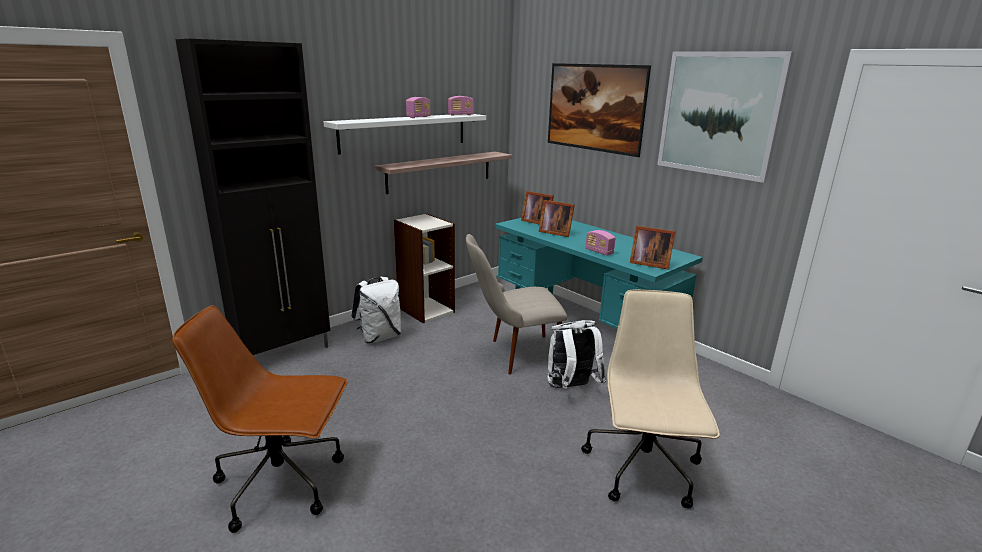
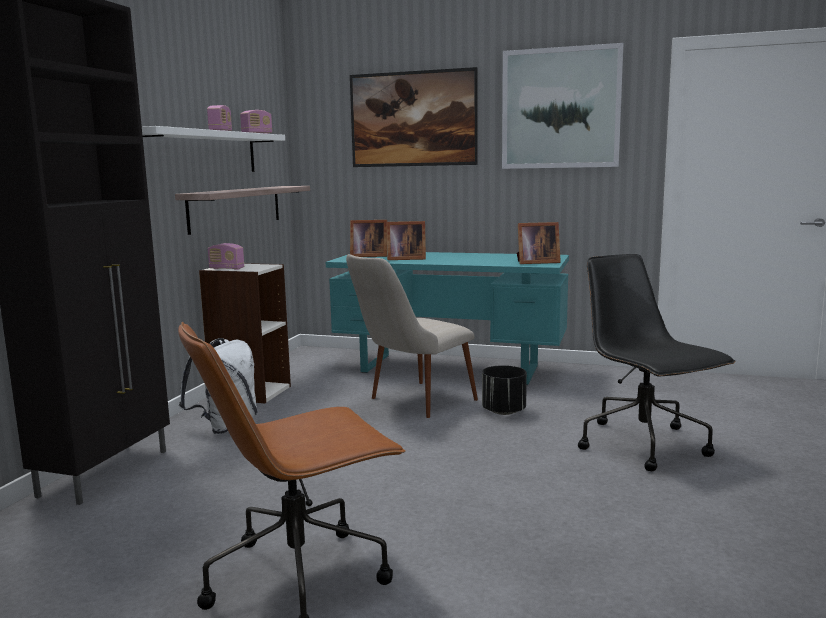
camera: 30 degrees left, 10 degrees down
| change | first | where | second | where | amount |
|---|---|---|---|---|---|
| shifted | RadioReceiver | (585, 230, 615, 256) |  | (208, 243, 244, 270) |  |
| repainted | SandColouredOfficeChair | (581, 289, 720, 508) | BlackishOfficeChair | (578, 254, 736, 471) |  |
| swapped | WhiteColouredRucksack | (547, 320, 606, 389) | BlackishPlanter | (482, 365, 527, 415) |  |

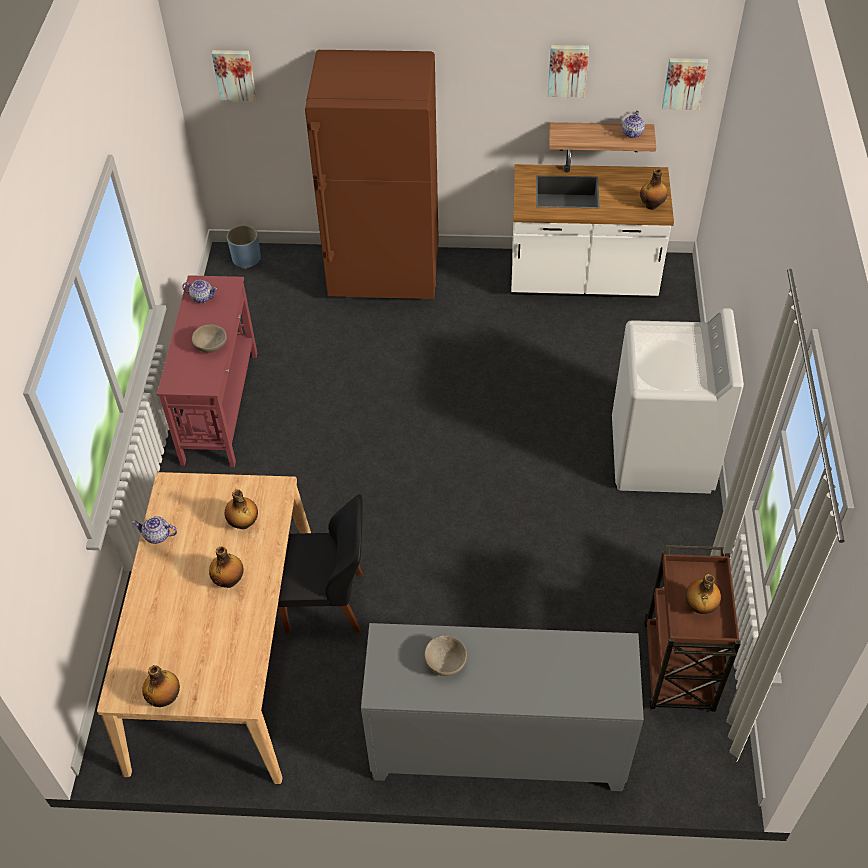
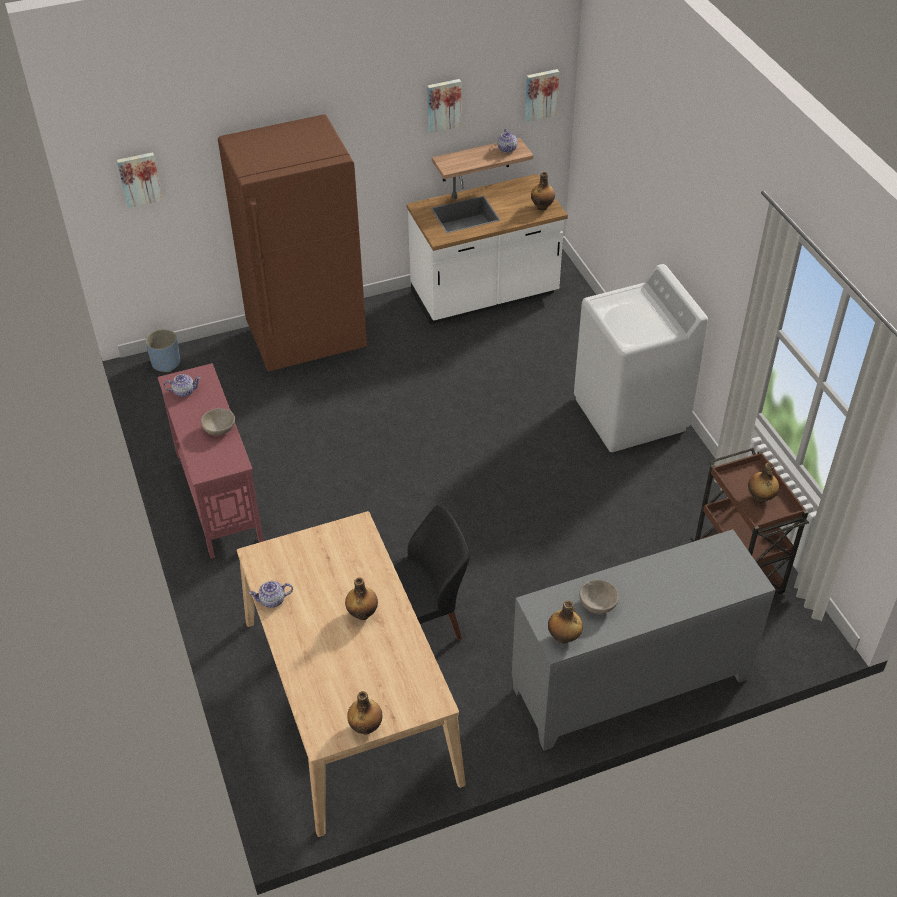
camera: 25 degrees left, 5 degrees down
| change | first | where | second | where | amount |
|---|---|---|---|---|---|
| shifted | BeverageBottle | (225, 489, 258, 529) |  | (548, 601, 583, 644) |  |

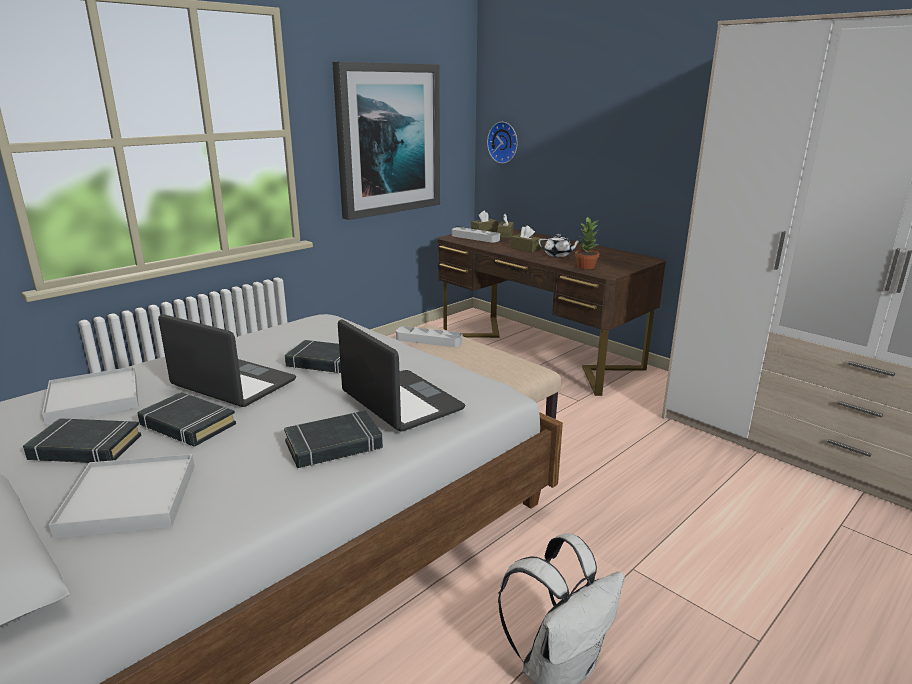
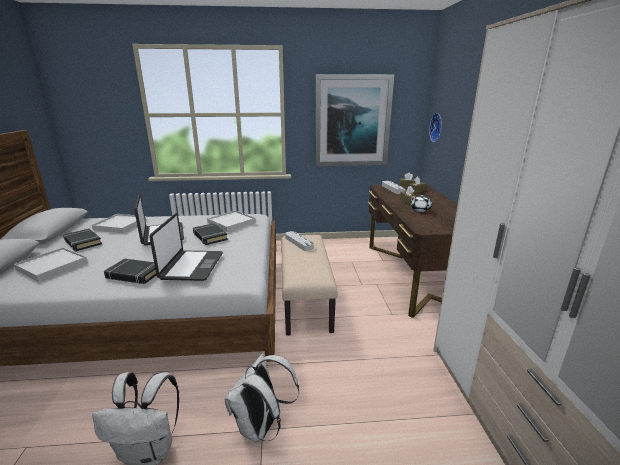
camera: 40 degrees right, 0 degrees up
| change | first | where | second | where | amount |
|---|---|---|---|---|---|
| gone | PlantInAPot | (575, 216, 600, 269) |  |  |  |
| gone | BlackishBook | (137, 392, 236, 447) |  |  |  |
| new |  |  | WhiteColouredCarryingTray | (207, 210, 256, 232) |  |
| new |  |  | WhiteColouredRucksack | (225, 353, 299, 442) |  |

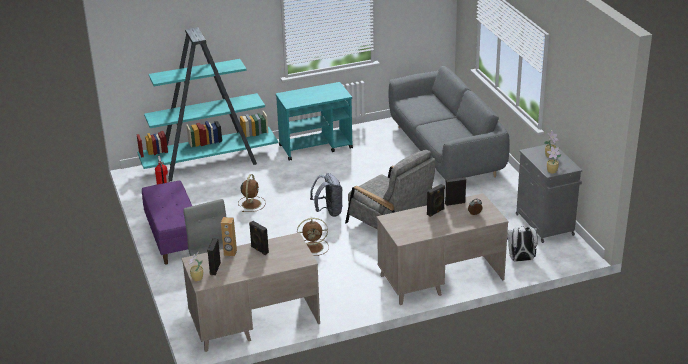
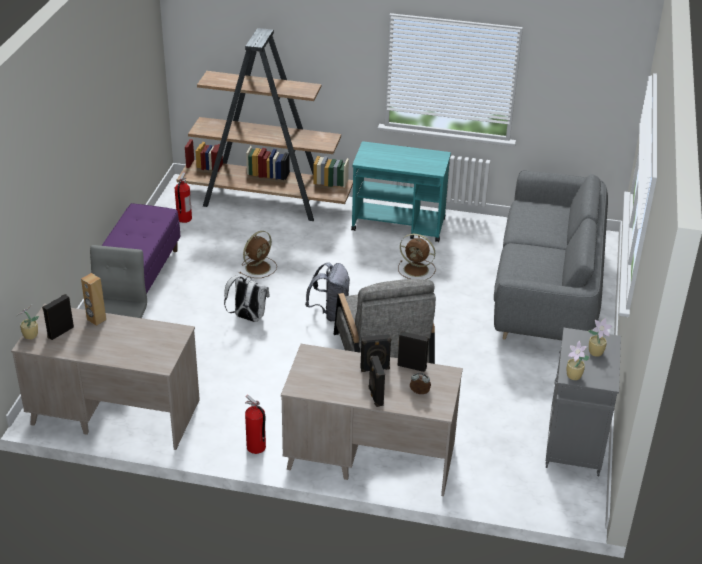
camera: 30 degrees right, 5 degrees up
| change | first | where | second | where | amount |
|---|---|---|---|---|---|
| repainted | BlueGreenBookshelf | (137, 27, 278, 182) | BrownBookshelf | (177, 28, 353, 221) |  |
| shifted | BrownCoolingFan | (297, 218, 329, 256) |  | (398, 234, 436, 279) |  |
| shifted | BlackishSpeaker | (249, 221, 269, 255) |  | (369, 356, 385, 407) |  |
| shifted | WhiteColouredRucksack | (507, 226, 538, 262) |  | (224, 275, 270, 322) |  |
| new |  |  | Extinguisher | (245, 395, 266, 454) |  |

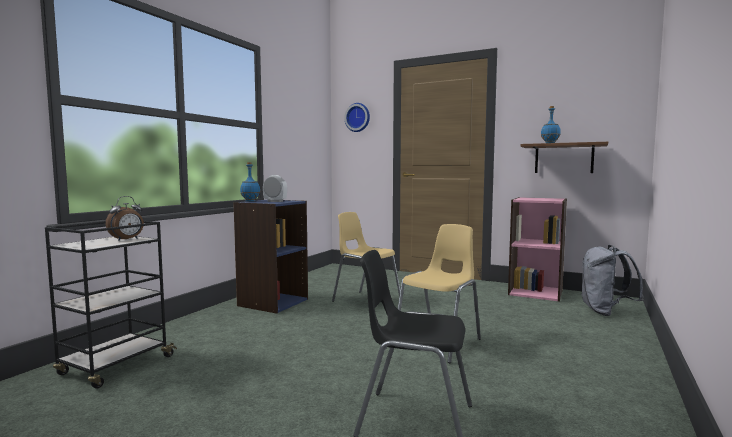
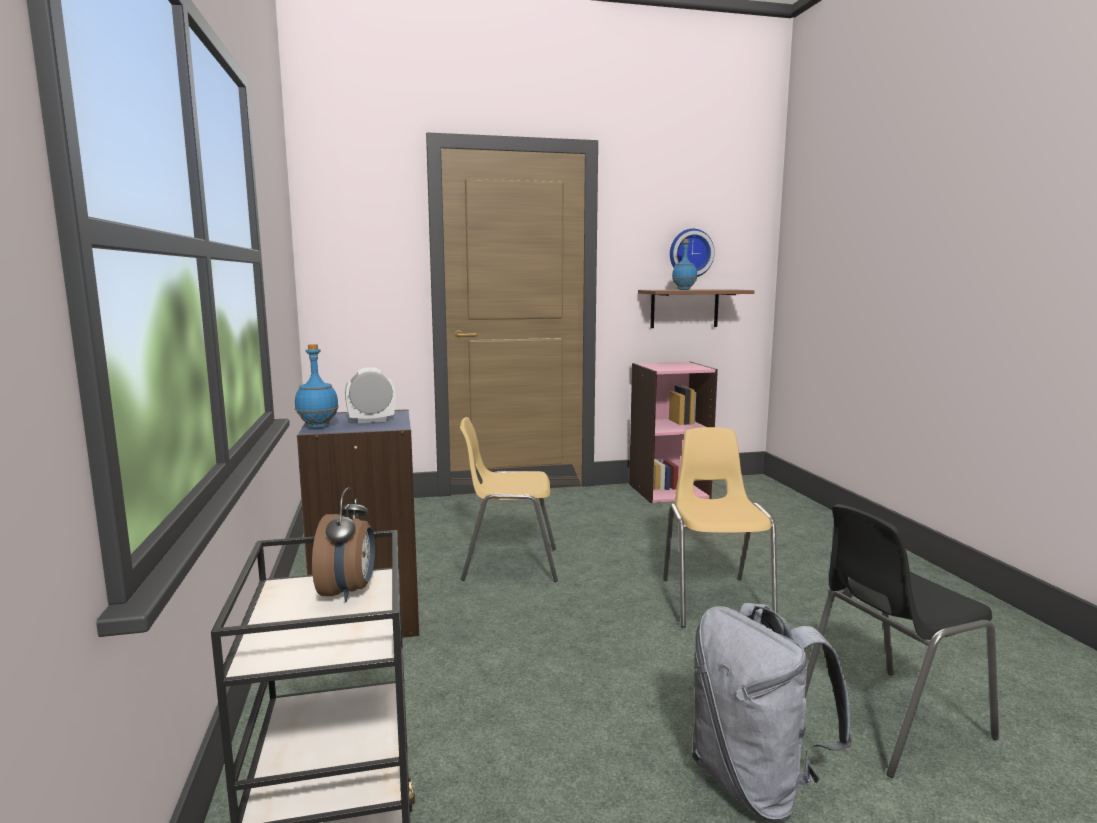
camera: 40 degrees left, 5 degrees up
| change | first | where | second | where | amount |
|---|---|---|---|---|---|
| shifted | ClockOnTheWall | (344, 103, 370, 132) |  | (670, 229, 715, 277) |  |
| shifted | GreyishRucksack | (581, 245, 644, 316) |  | (692, 602, 853, 822) |  |

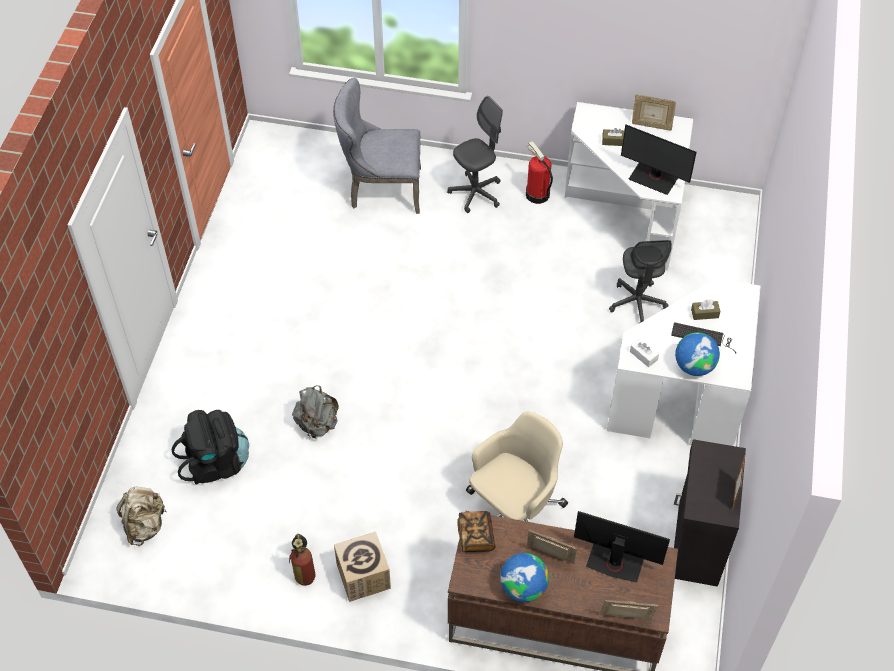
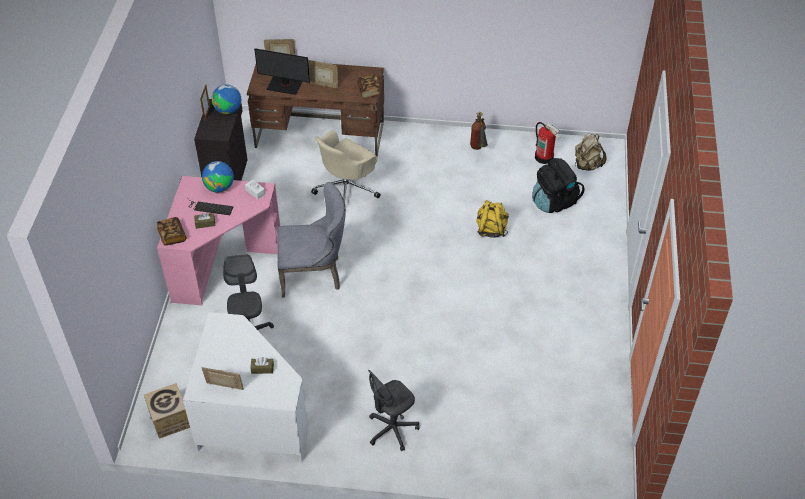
camera: 175 degrees right, 5 degrees down
| change | first | where | second | where | amount |
|---|---|---|---|---|---|
| shifted | GreyishPlainChair | (333, 78, 421, 214) |  | (277, 182, 346, 298) |  |
| gone | Monitor | (621, 125, 697, 195) |  |  |  |
| shifted | Extinguisher | (526, 141, 553, 204) |  | (535, 122, 560, 164) |  |
| repainted | WhiteColouredDeskTable | (607, 279, 761, 446) | PinkishDeskTable | (157, 176, 280, 305) |  |
| repainted | GreyishRucksack | (292, 385, 339, 439) | YellowishRucksack | (476, 200, 509, 238) |  |
| shifted | CardboardBox | (334, 532, 391, 602) |  | (144, 383, 190, 439) |  |
| shifted | WorldGlobe | (500, 553, 549, 602) |  | (212, 84, 241, 114) |  |
| new |  |  | Book | (157, 217, 186, 246) |  |

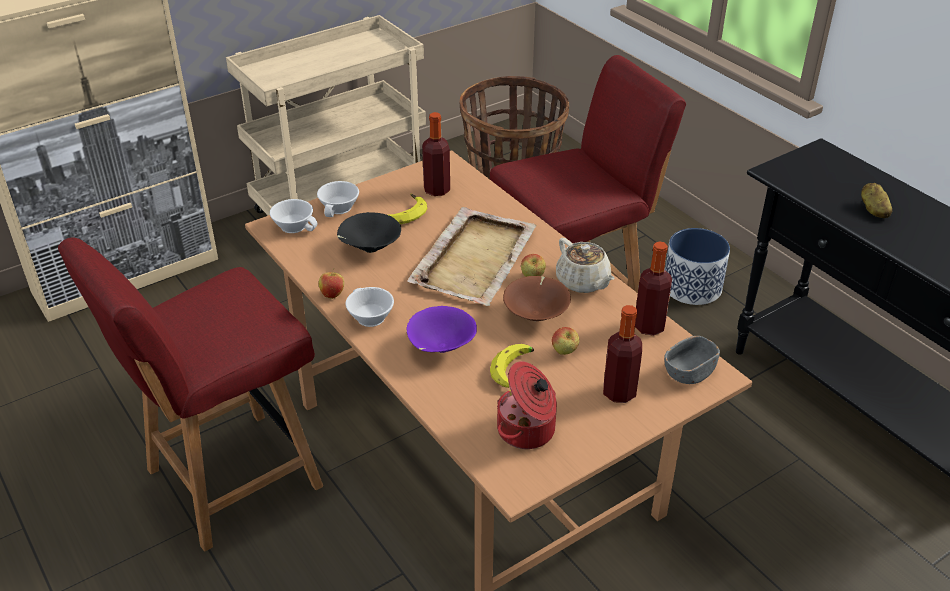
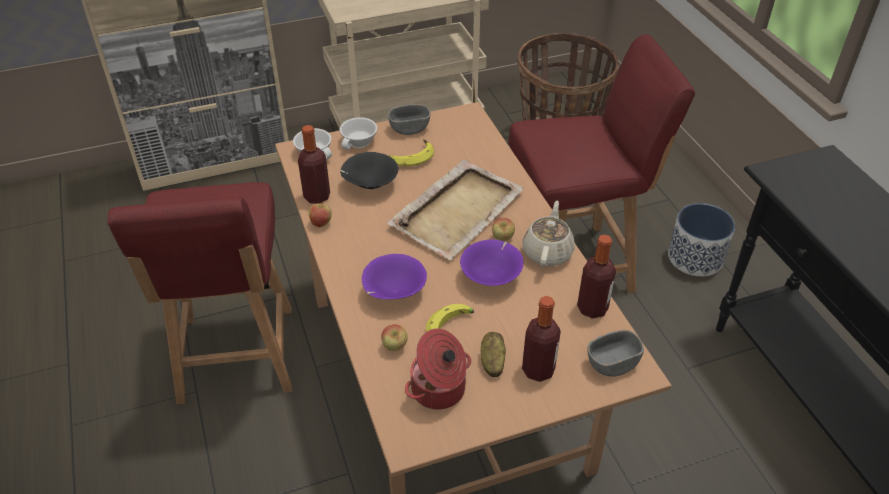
camera: 15 degrees right, 5 degrees up
| change | first | where | second | where | amount |
|---|---|---|---|---|---|
| shifted | BeverageBottle | (422, 112, 450, 196) |  | (298, 125, 330, 204) |  |
| shifted | WholePotato | (861, 183, 892, 218) |  | (481, 332, 506, 377) |  |
| rotated | RedColouredPlainChair | (58, 238, 323, 551) |  | (108, 182, 292, 405) | 75 degrees counterclockwise |
| rotated | SandColouredTeapot | (556, 238, 615, 293) |  | (522, 201, 575, 267) | 150 degrees counterclockwise |
| repainted | BrownBowl | (503, 276, 571, 321) | PurpleColouredBowl | (460, 239, 524, 286) |  |
| gone | WhiteColouredDrinkingCup | (345, 287, 394, 327) |  |  |  |
| shifted | WholeApple | (552, 327, 579, 355) |  | (381, 324, 408, 351) |  |
| new |  |  | GreyishBowl | (388, 104, 430, 135) |  |

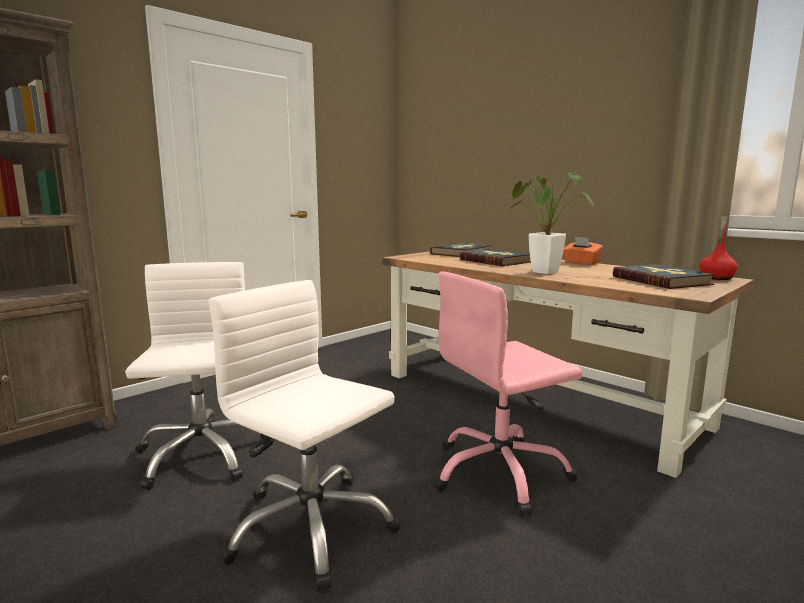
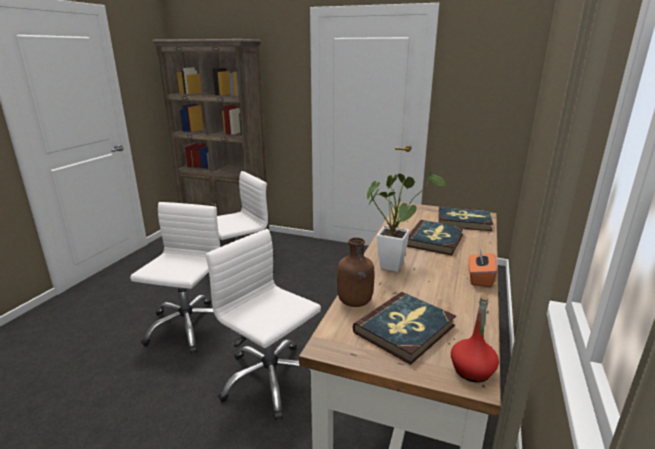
camera: 65 degrees right, 10 degrees up
| change | first | where | second | where | amount |
|---|---|---|---|---|---|
| repainted | PinkishOfficeChair | (434, 272, 582, 516) | WhiteColouredOfficeChair | (206, 229, 321, 420) |  |
| new |  |  | BrownBeverageBottle | (337, 237, 374, 307) |  |

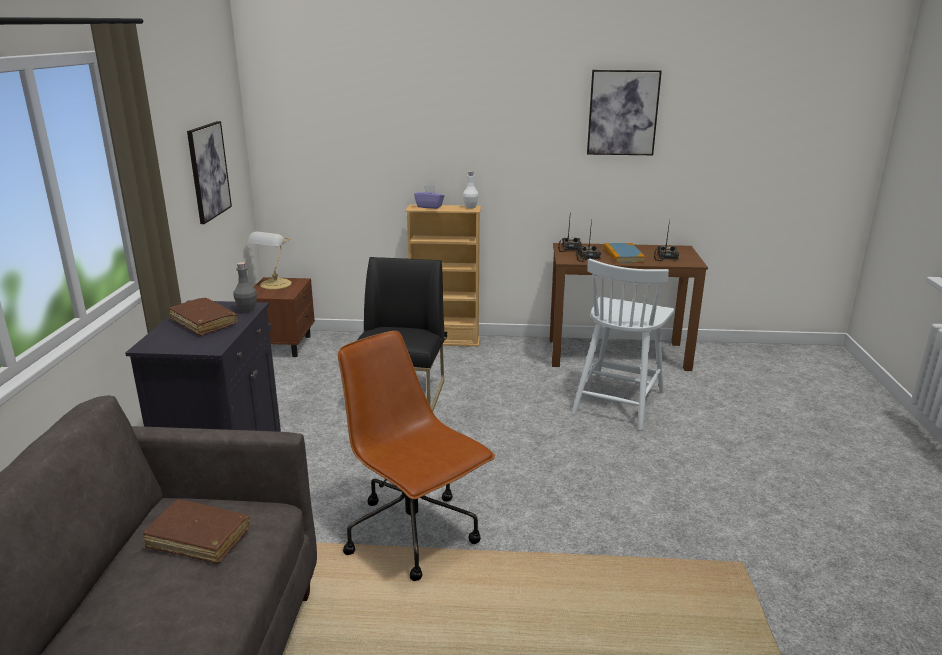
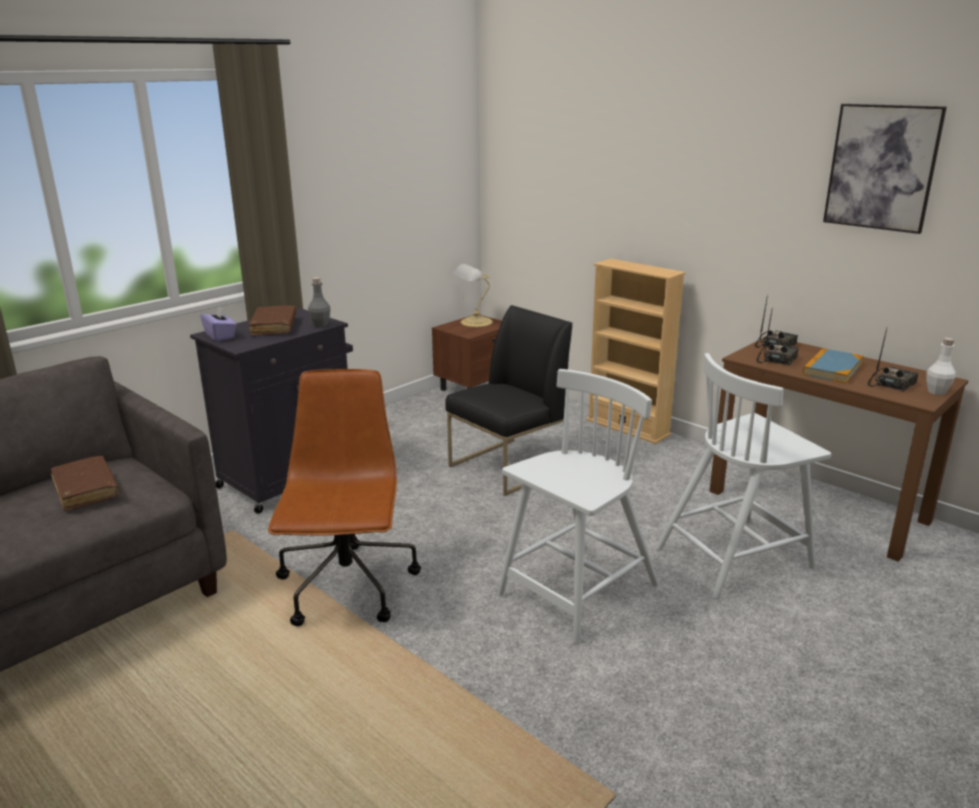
camera: 40 degrees right, 0 degrees up
| change | first | where | second | where | amount |
|---|---|---|---|---|---|
| gone | WallArt | (187, 121, 232, 224) |  |  |  |
| shifted | WhiteColouredBeverageBottle | (463, 171, 479, 209) |  | (926, 338, 956, 395) |  |
| shifted | PurpleColouredBoxOfTissues | (414, 185, 444, 209) |  | (200, 305, 236, 341) |  |
| new |  |  | WhiteColouredPlainChair | (497, 369, 659, 644) |  |

